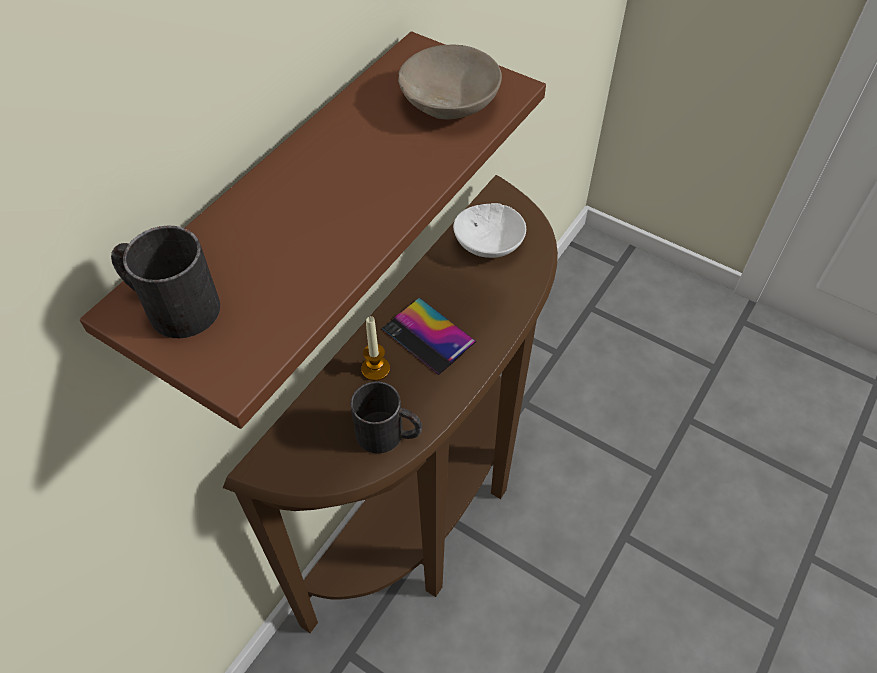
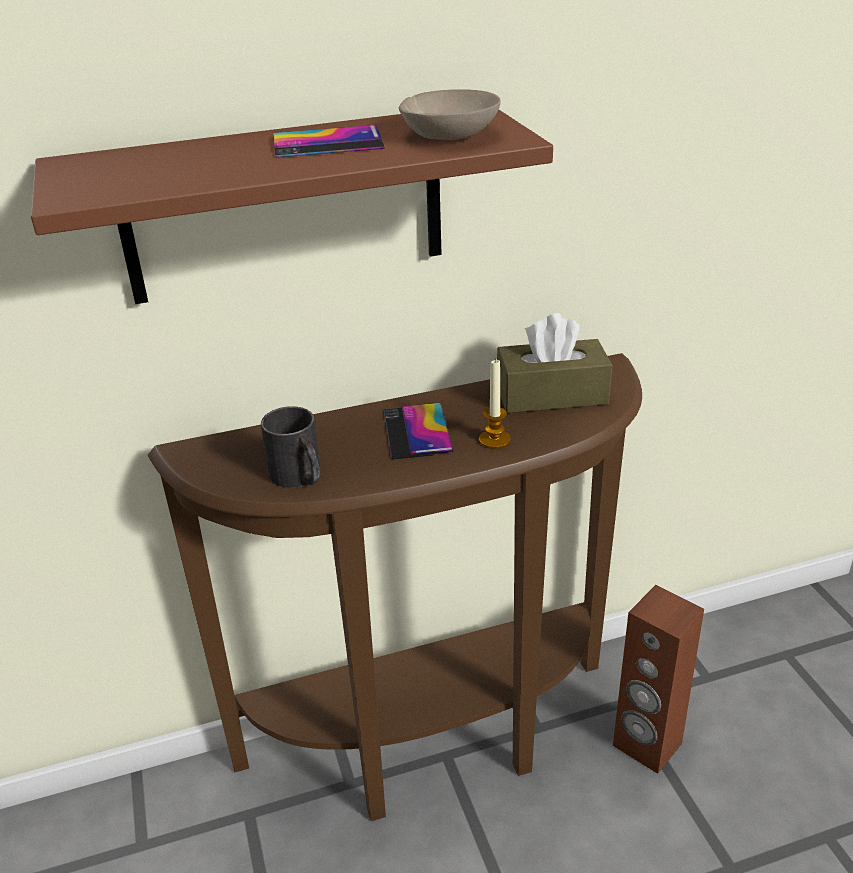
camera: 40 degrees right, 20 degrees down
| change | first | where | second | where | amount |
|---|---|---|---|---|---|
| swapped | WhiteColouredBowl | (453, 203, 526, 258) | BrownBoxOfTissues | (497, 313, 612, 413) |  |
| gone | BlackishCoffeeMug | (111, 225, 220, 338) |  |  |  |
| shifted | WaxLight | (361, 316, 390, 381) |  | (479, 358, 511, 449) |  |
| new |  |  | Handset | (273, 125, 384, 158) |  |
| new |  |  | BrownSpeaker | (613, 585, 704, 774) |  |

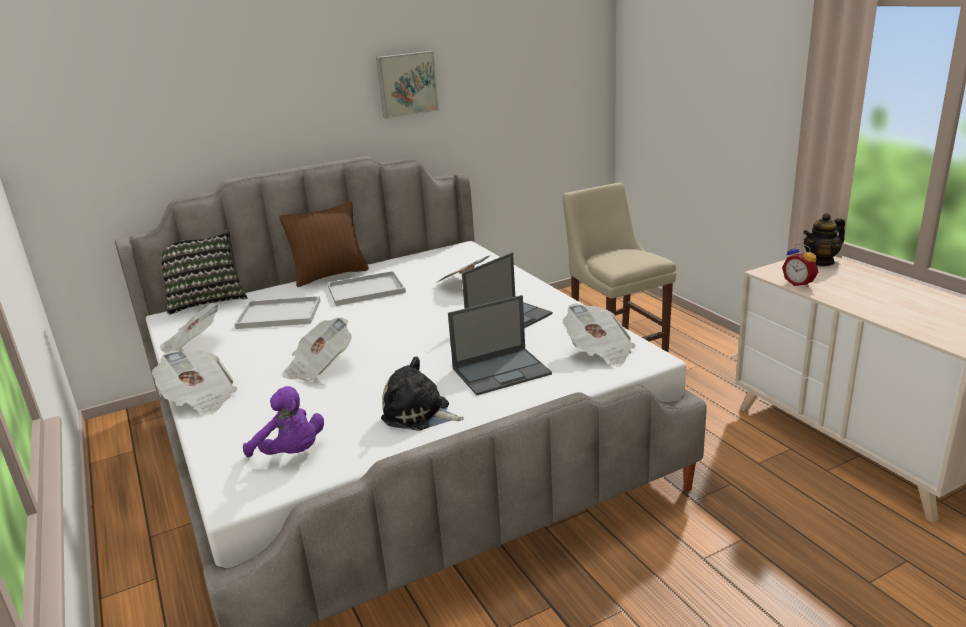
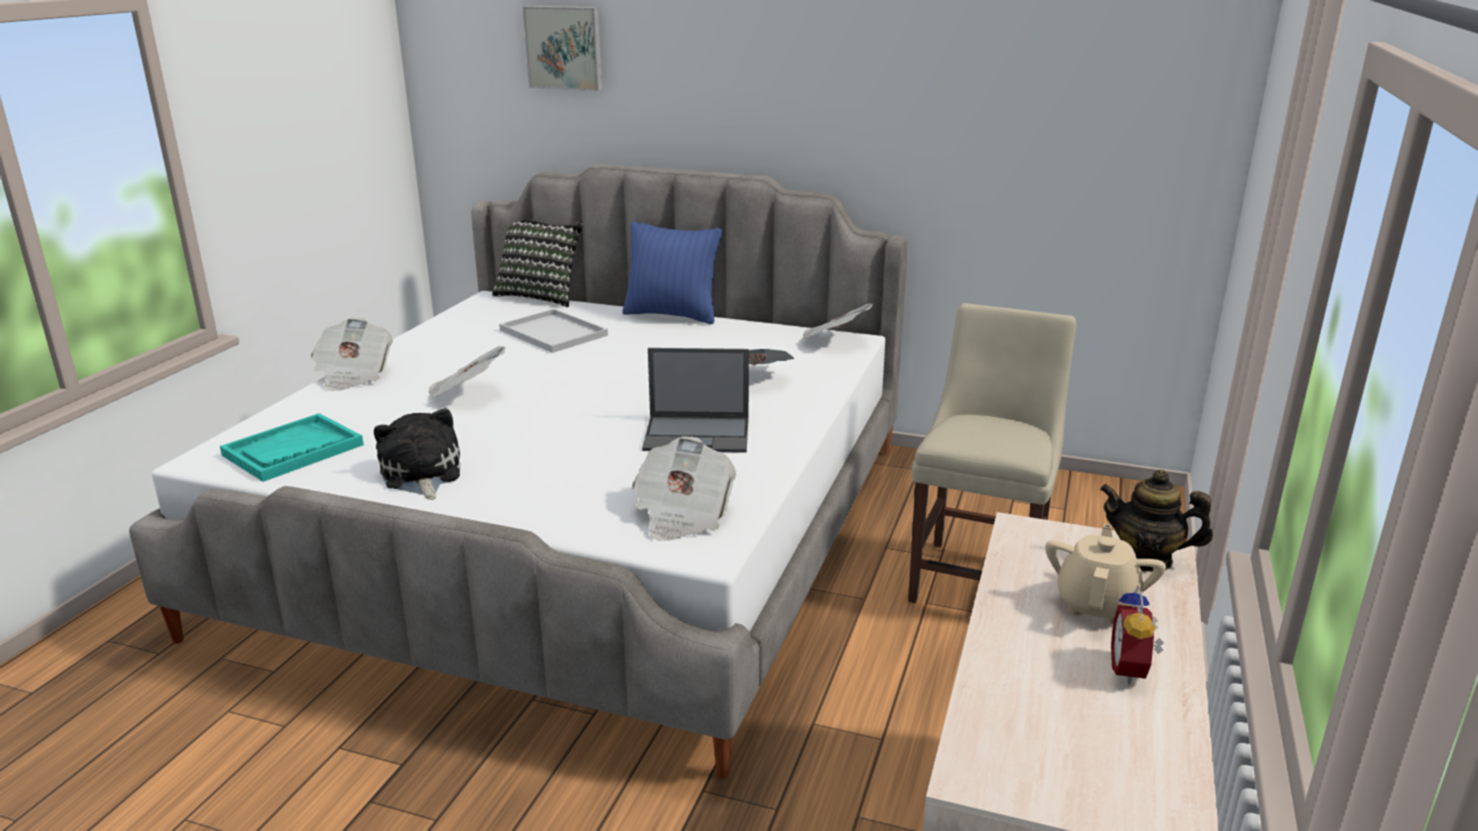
camera: 45 degrees right, 0 degrees up
| change | first | where | second | where | amount |
|---|---|---|---|---|---|
| shifted | WallArt | (376, 51, 439, 118) |  | (523, 6, 603, 91) |  |
| repainted | BrownCushion | (279, 201, 369, 287) | BlueCushion | (622, 222, 722, 324) |  |
| shifted | TableClock | (782, 244, 818, 287) |  | (1111, 585, 1164, 685) |  |
| gone | WhiteColouredCarryingTray | (327, 271, 406, 306) |  |  |  |
| gone | Laptop | (448, 295, 552, 396) |  |  |  |
| shifted | Newspaper | (160, 303, 221, 353) |  | (800, 304, 873, 341) |  |
| swapped | PurpleColouredSoftToy | (243, 386, 324, 458) | BlueGreenCarryingTray | (220, 413, 364, 482) |  |
| new |  |  | SandColouredTeapot | (1045, 523, 1166, 623) |  |

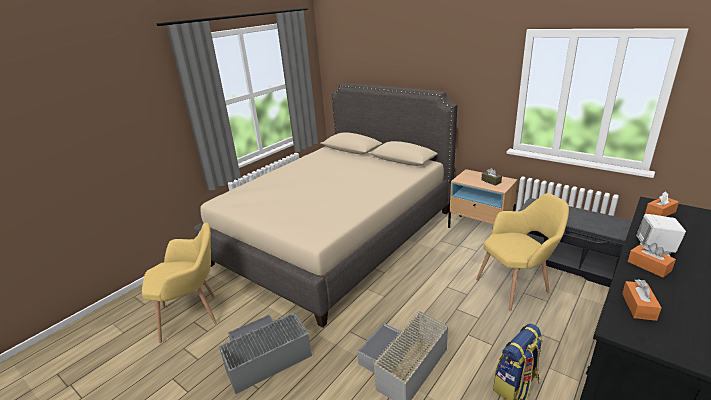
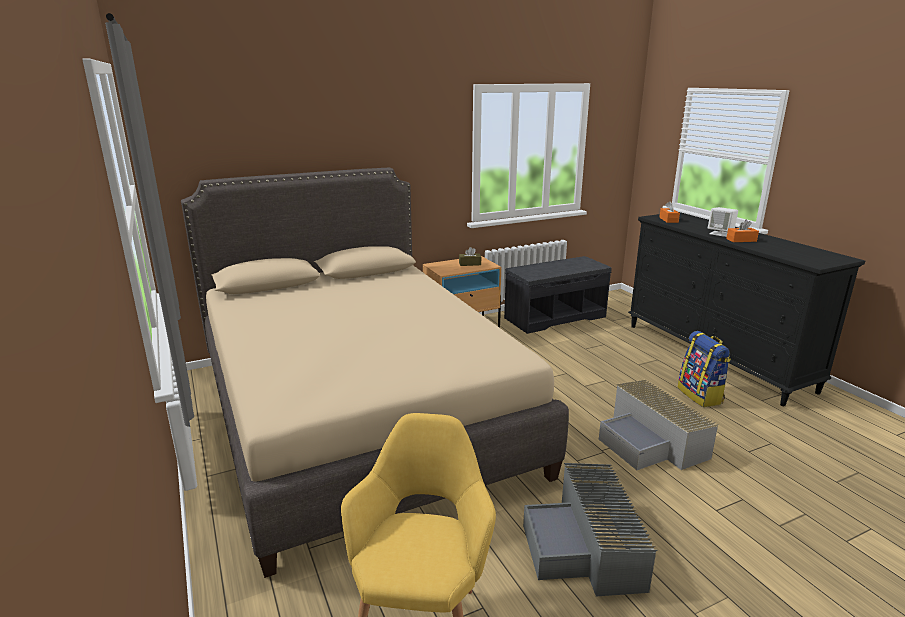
camera: 65 degrees left, 5 degrees down
| change | first | where | second | where | amount |
|---|---|---|---|---|---|
| gone | YellowishEasyChair | (476, 193, 569, 311) |  |  |  |
| gone | OrangeyBoxOfTissues | (622, 279, 661, 321) |  |  |  |

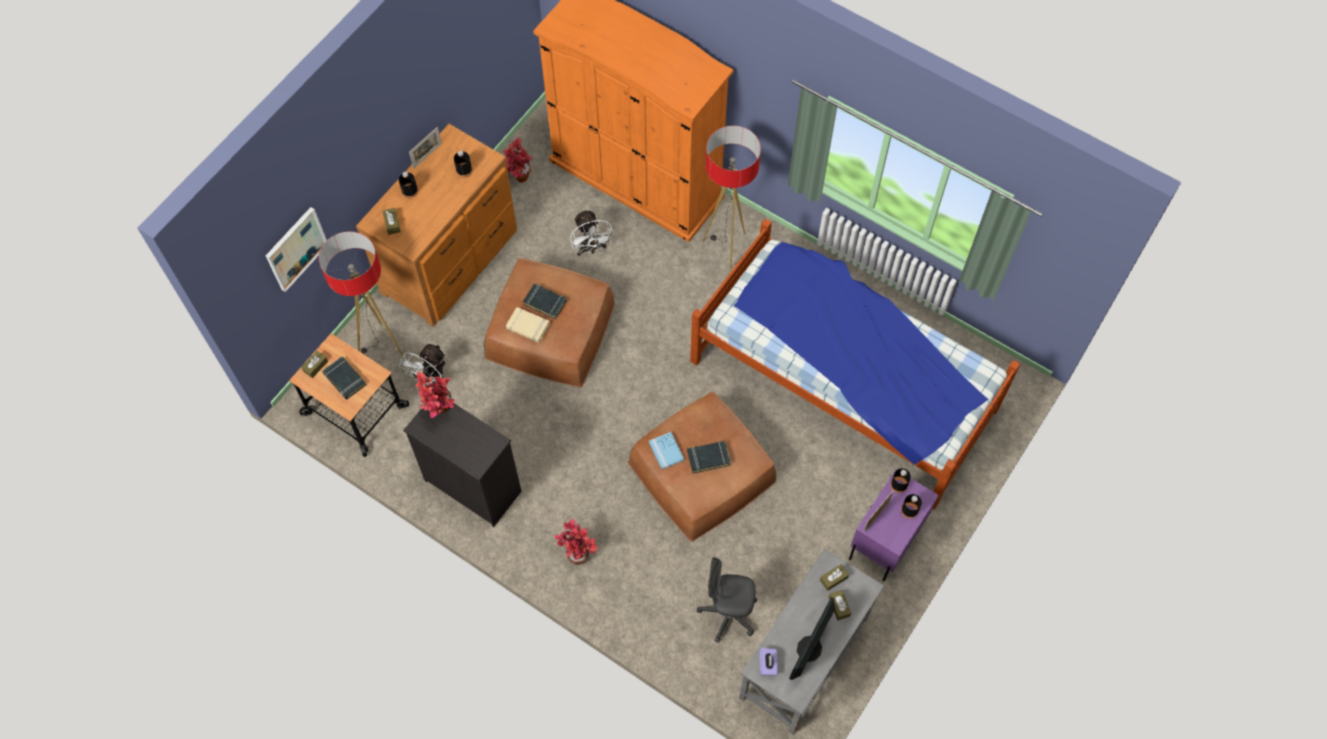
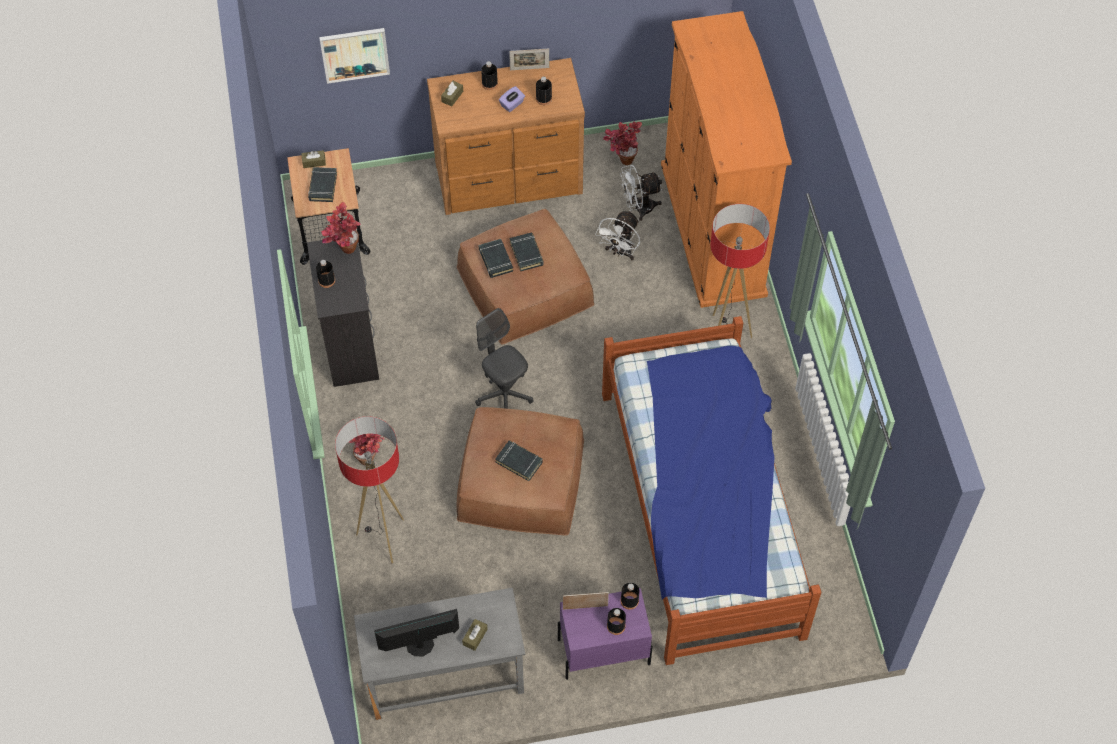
camera: 45 degrees right, 5 degrees down
| change | first | where | second | where | amount |
|---|---|---|---|---|---|
| shifted | StandingLamp | (319, 231, 404, 358) |  | (335, 416, 404, 563) |  |
| repainted | SandColouredBook | (506, 307, 550, 343) | BlackishBook | (479, 239, 513, 278) |  |
| shifted | WhiteColouredCoolingFan | (399, 344, 445, 386) |  | (620, 165, 662, 221) |  |
| gone | BlueBook | (649, 432, 684, 469) |  |  |  |
| shifted | GreyishOfficeChair | (697, 557, 757, 643) |  | (475, 308, 534, 409) |  |
| gone | BrownBoxOfTissues | (820, 564, 849, 591) |  |  |  |
| shifted | PurpleColouredBoxOfTissues | (760, 648, 778, 676) |  | (499, 86, 525, 112) |  |
| new |  |  | BlackishBeverageBottle | (316, 260, 335, 288) |  |

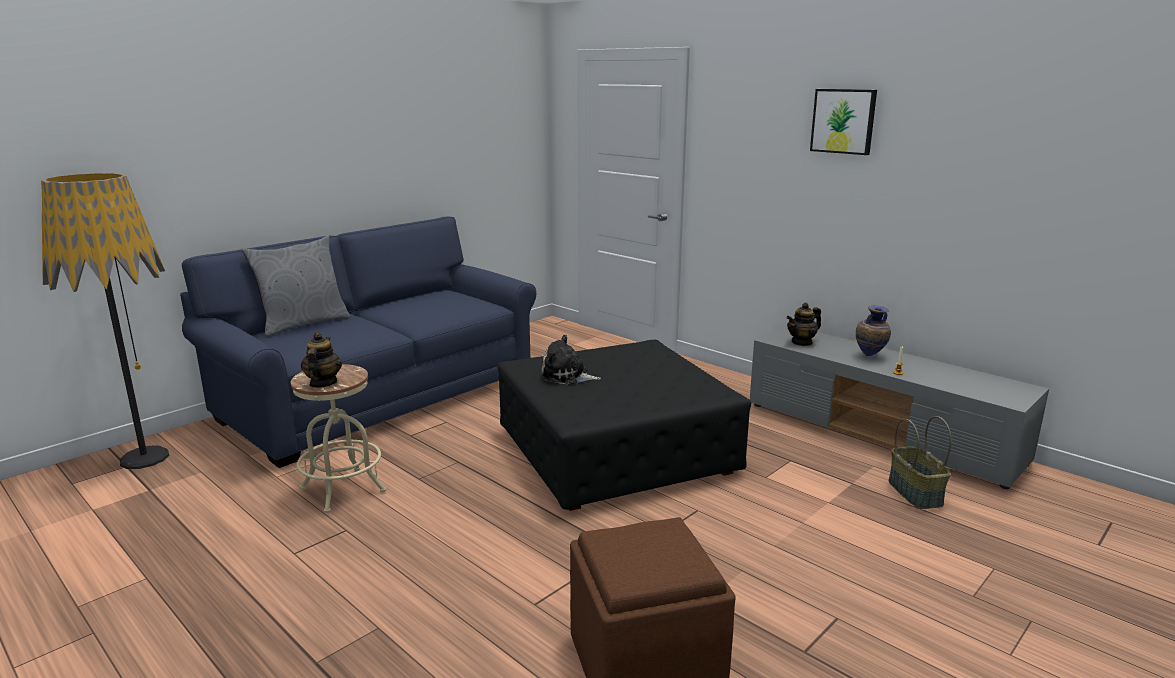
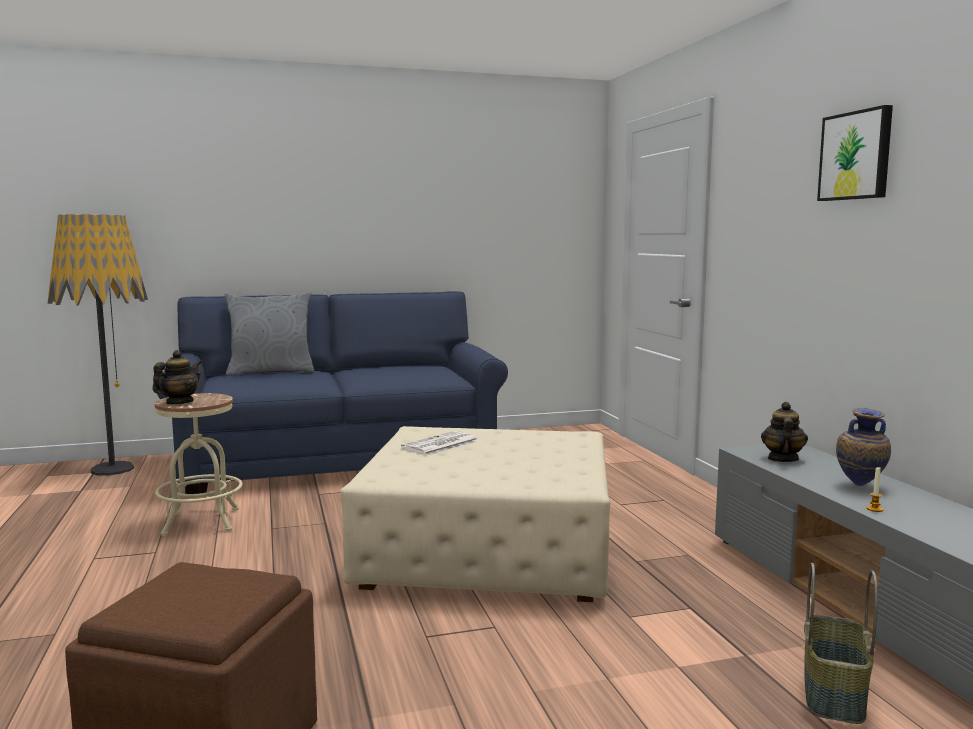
camera: 30 degrees right, 10 degrees down
| change | first | where | second | where | amount |
|---|---|---|---|---|---|
| rotated | Teapot | (787, 303, 821, 346) |  | (761, 402, 808, 462) | 105 degrees clockwise |
| swapped | SoftToy | (540, 335, 601, 384) | Newspaper | (401, 431, 478, 456) |  |
| repainted | BlackishOttoman | (498, 340, 751, 511) | SandColouredOttoman | (340, 426, 610, 602) |  |

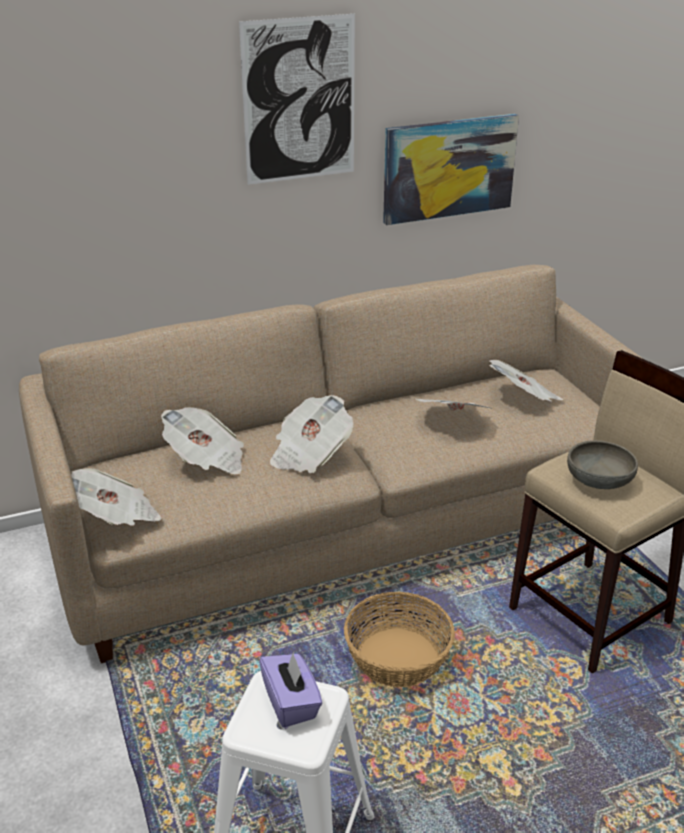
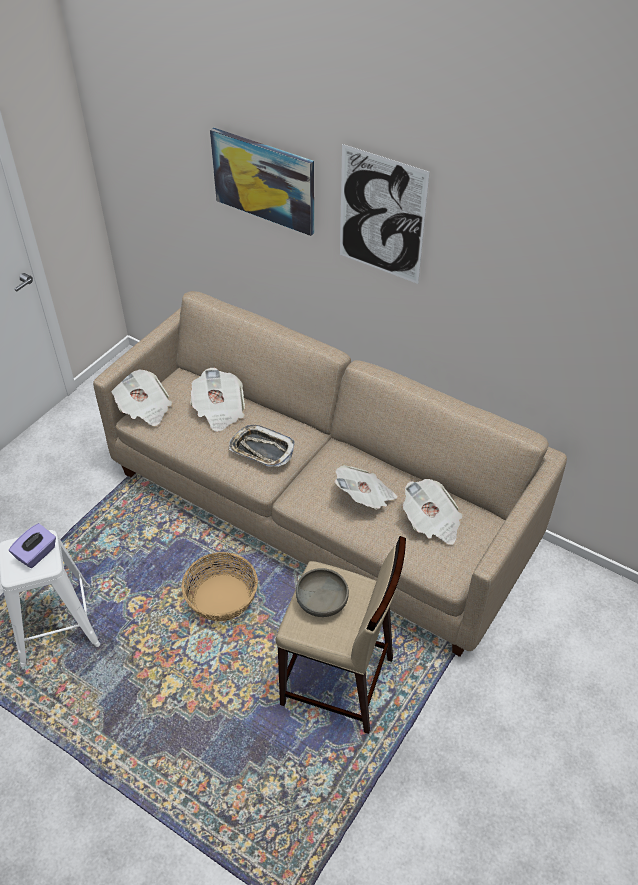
camera: 55 degrees right, 15 degrees up
| change | first | where | second | where | amount |
|---|---|---|---|---|---|
| shifted | WallArt | (383, 114, 519, 225) |  | (210, 128, 314, 236) |  |
| swapped | Newspaper | (270, 395, 354, 473) | CarryingTray | (229, 425, 295, 467) |  |

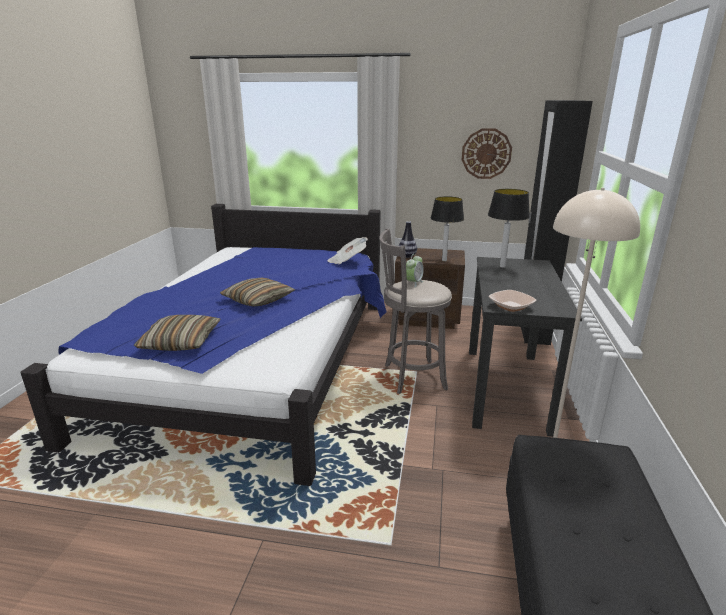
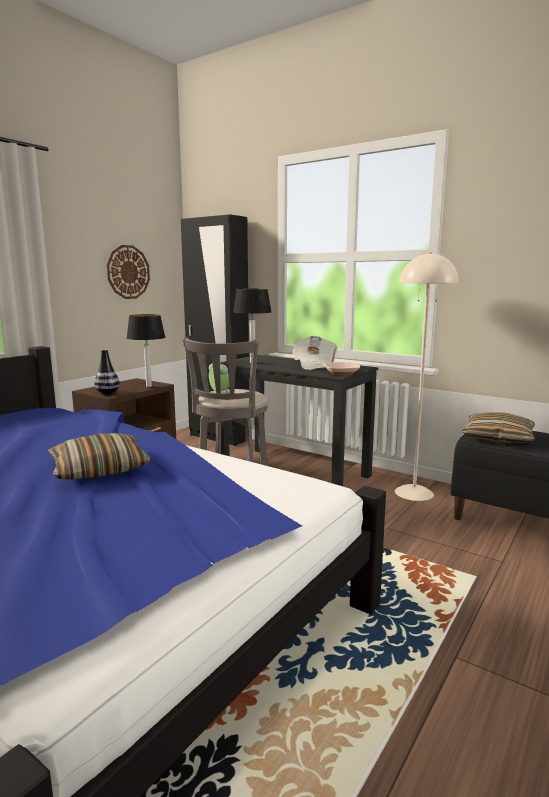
camera: 65 degrees left, 10 degrees down
| change | first | where | second | where | amount |
|---|---|---|---|---|---|
| shifted | Newspaper | (328, 237, 368, 265) |  | (292, 336, 338, 370) |  |
| shifted | Cushion | (134, 315, 221, 351) |  | (462, 412, 535, 443) |  |

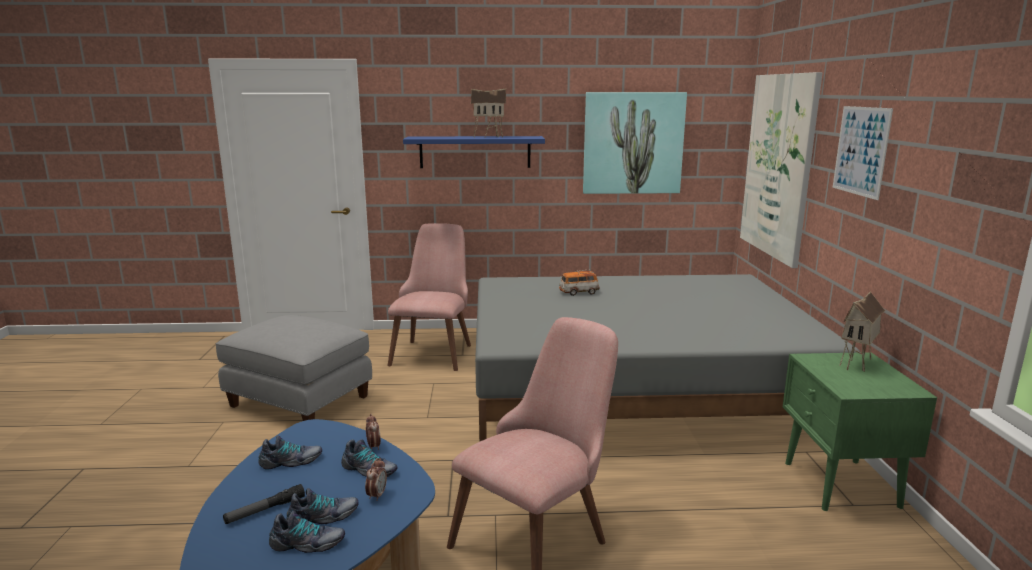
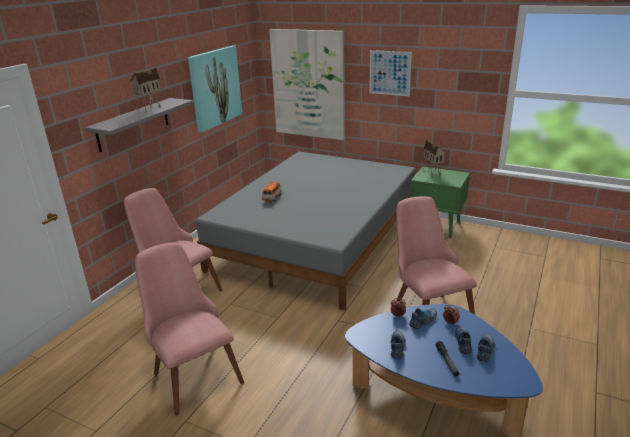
camera: 60 degrees left, 10 degrees up
| change | first | where | second | where | amount |
|---|---|---|---|---|---|
| repainted | BlueWallShelf | (403, 136, 545, 168) | GreyishWallShelf | (85, 98, 194, 152) |  |
| swapped | GreyishOttoman | (215, 315, 372, 421) | PinkishPlainChair | (135, 243, 244, 416) |  |

